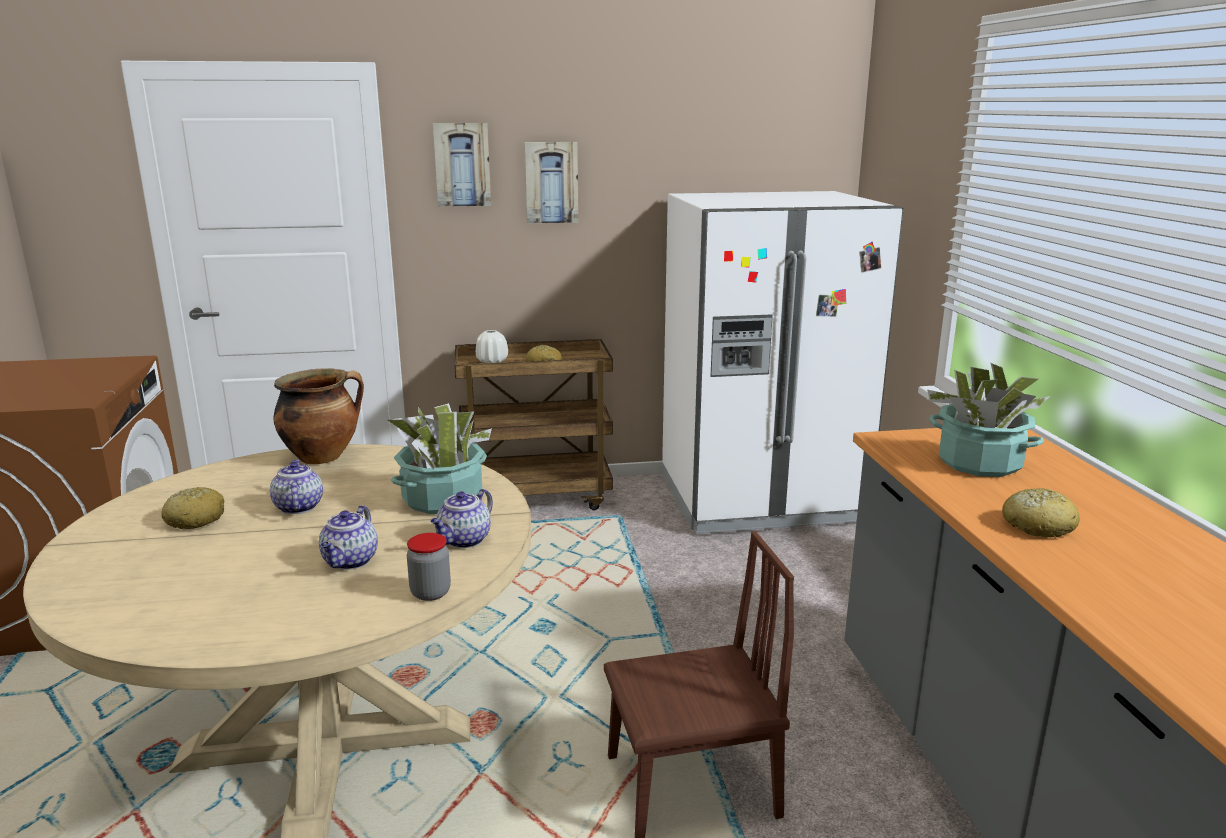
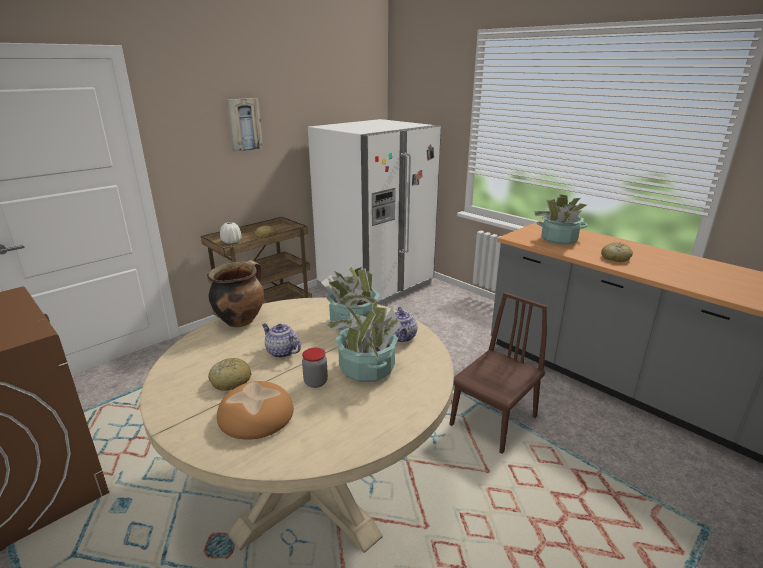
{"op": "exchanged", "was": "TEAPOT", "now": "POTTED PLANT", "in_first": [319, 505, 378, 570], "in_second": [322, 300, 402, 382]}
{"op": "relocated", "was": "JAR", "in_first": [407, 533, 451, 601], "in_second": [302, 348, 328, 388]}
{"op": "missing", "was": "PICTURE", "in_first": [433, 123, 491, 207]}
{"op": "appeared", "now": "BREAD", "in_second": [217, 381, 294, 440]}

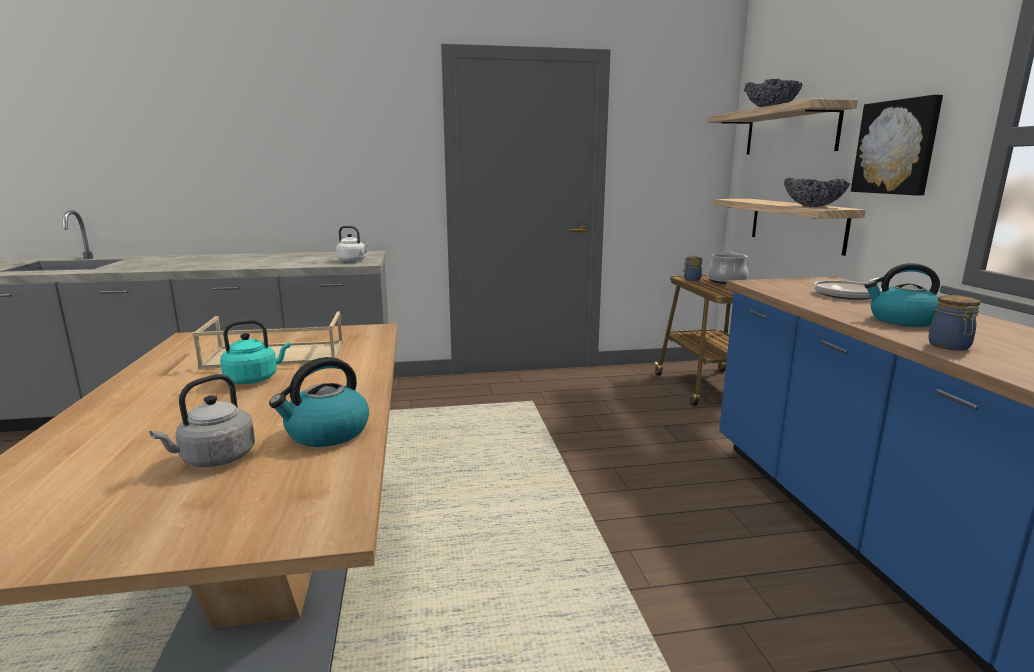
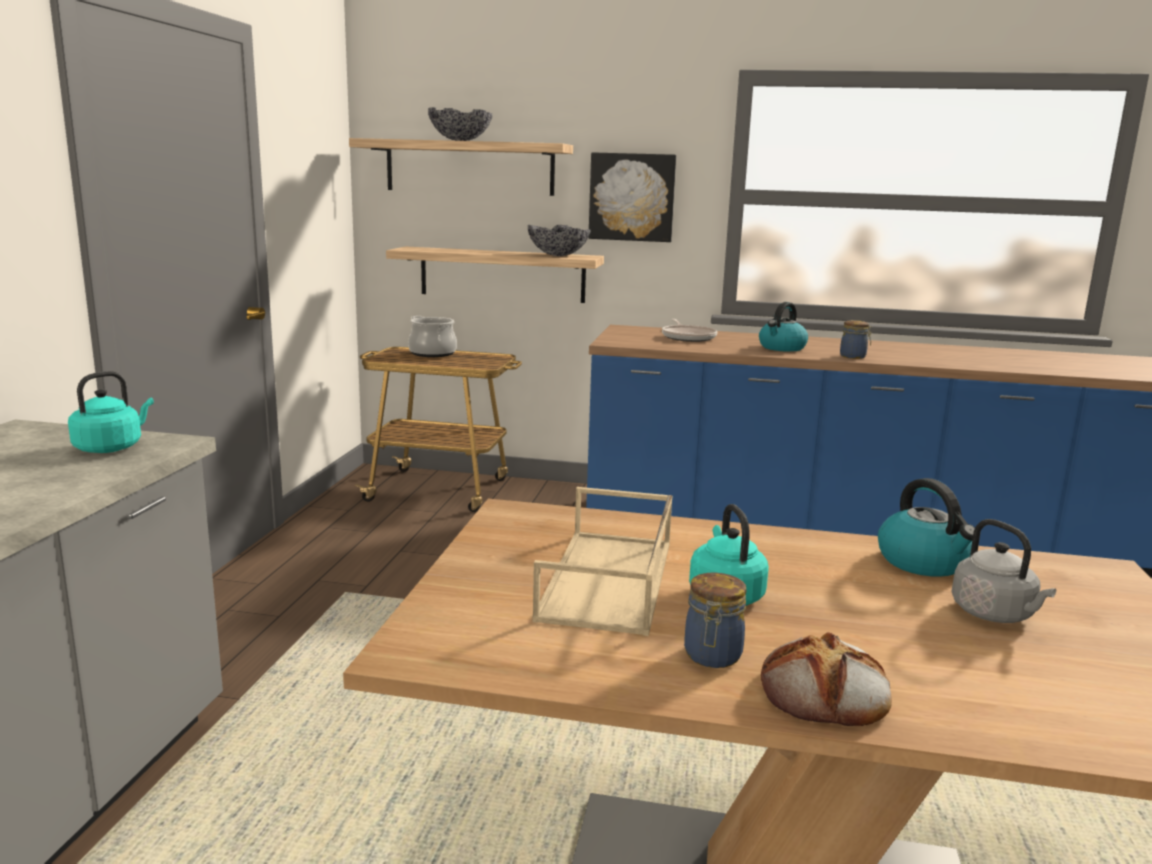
{"op": "colour", "was": "WHITE KETTLE", "now": "TURQUOISE KETTLE", "in_first": [336, 226, 370, 262], "in_second": [68, 371, 154, 453]}
{"op": "relocated", "was": "JAR", "in_first": [683, 256, 702, 281], "in_second": [684, 572, 746, 668]}
{"op": "appeared", "now": "BREAD", "in_second": [761, 632, 892, 726]}

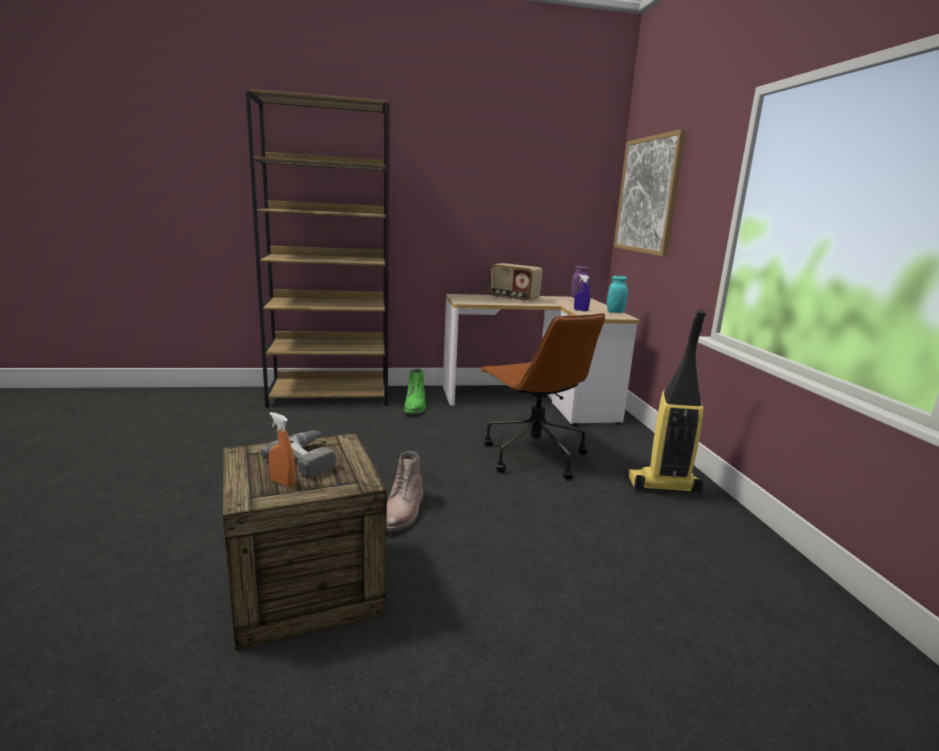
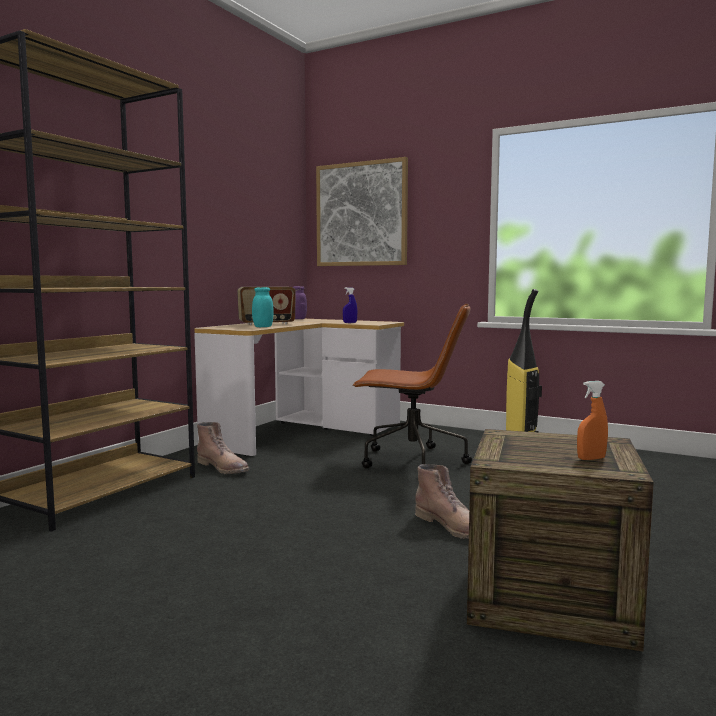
{"op": "missing", "was": "POWER DRILL", "in_first": [260, 431, 336, 478]}
{"op": "colour", "was": "GREEN BOOT", "now": "BROWN BOOT", "in_first": [404, 369, 426, 414], "in_second": [197, 422, 250, 474]}
{"op": "relocated", "was": "TURQUOISE JAR", "in_first": [607, 276, 628, 313], "in_second": [252, 287, 273, 327]}

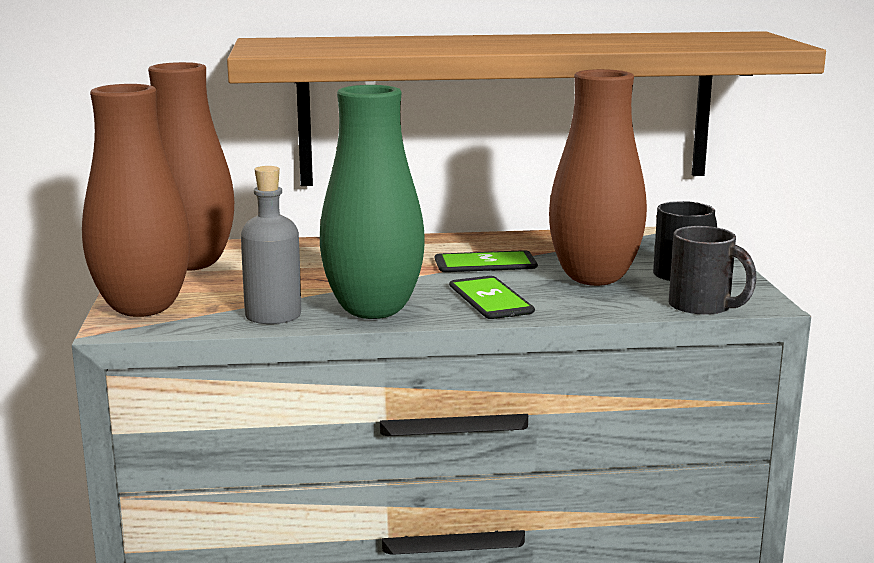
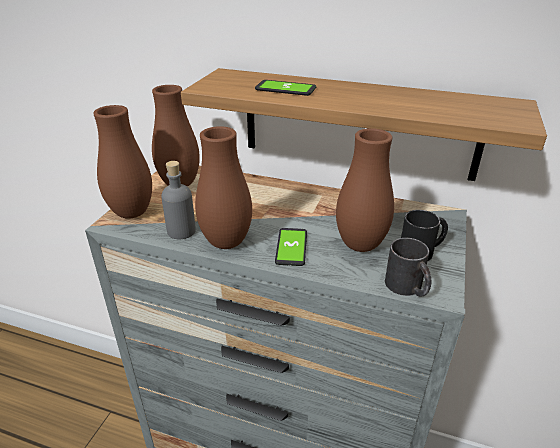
{"op": "colour", "was": "GREEN VASE", "now": "BROWN VASE", "in_first": [320, 85, 425, 319], "in_second": [195, 126, 252, 249]}
{"op": "relocated", "was": "PHONE", "in_first": [434, 250, 538, 272], "in_second": [255, 80, 316, 96]}

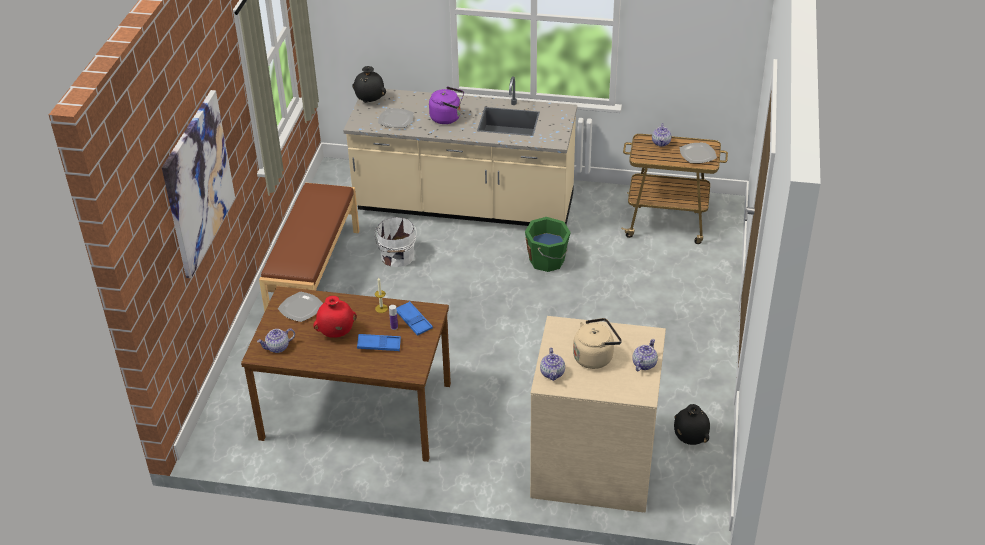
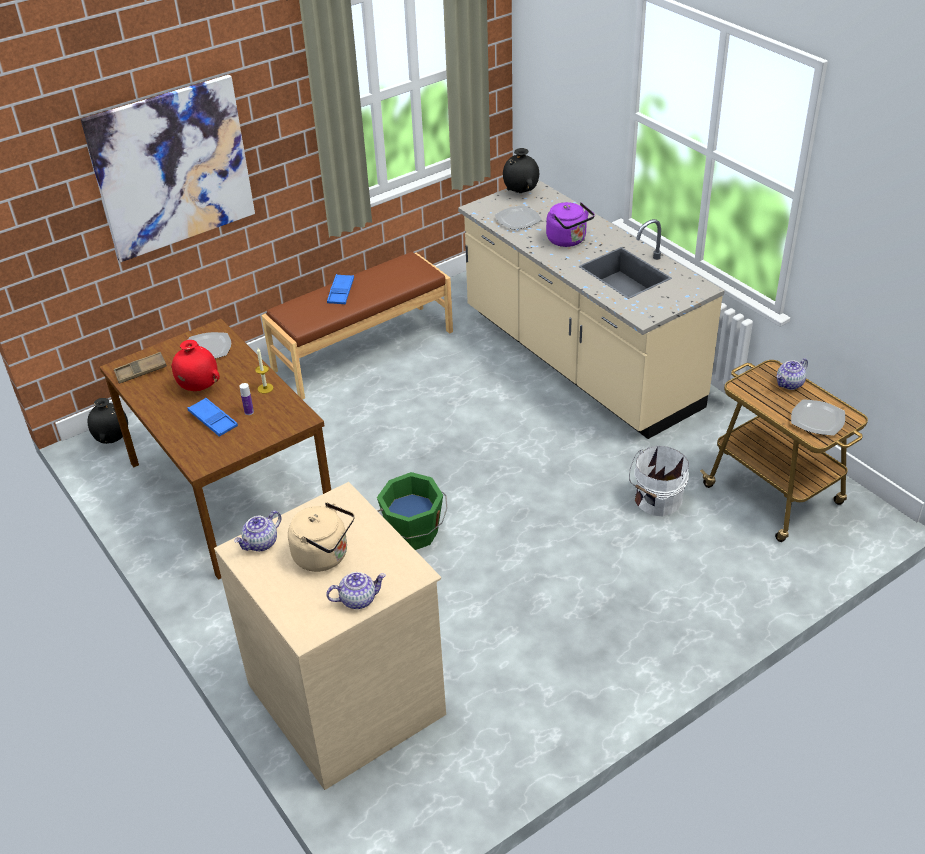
{"op": "exchanged", "was": "TEAPOT", "now": "BROWN TRAY", "in_first": [257, 328, 295, 353], "in_second": [114, 352, 167, 384]}
{"op": "relocated", "was": "WHITE BUCKET", "in_first": [375, 217, 417, 267], "in_second": [629, 446, 689, 517]}
{"op": "relocated", "was": "BLUE TRAY", "in_first": [396, 301, 433, 336], "in_second": [327, 274, 354, 304]}
{"op": "relocated", "was": "GREEN BUCKET", "in_first": [525, 217, 571, 272], "in_second": [377, 472, 447, 550]}
{"op": "relocated", "was": "BLACK VASE", "in_first": [674, 404, 710, 445], "in_second": [88, 398, 128, 444]}

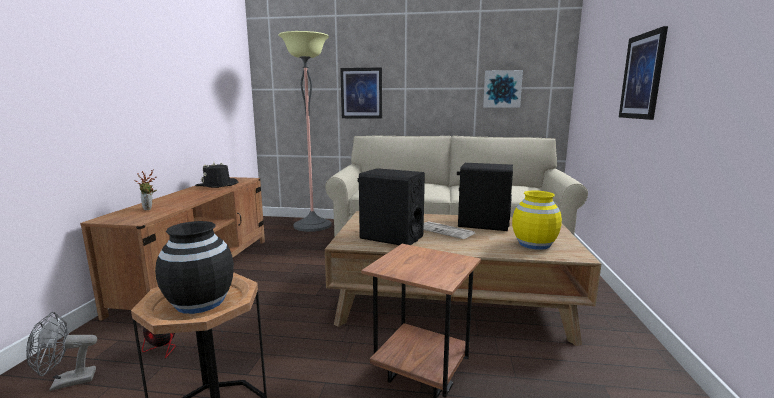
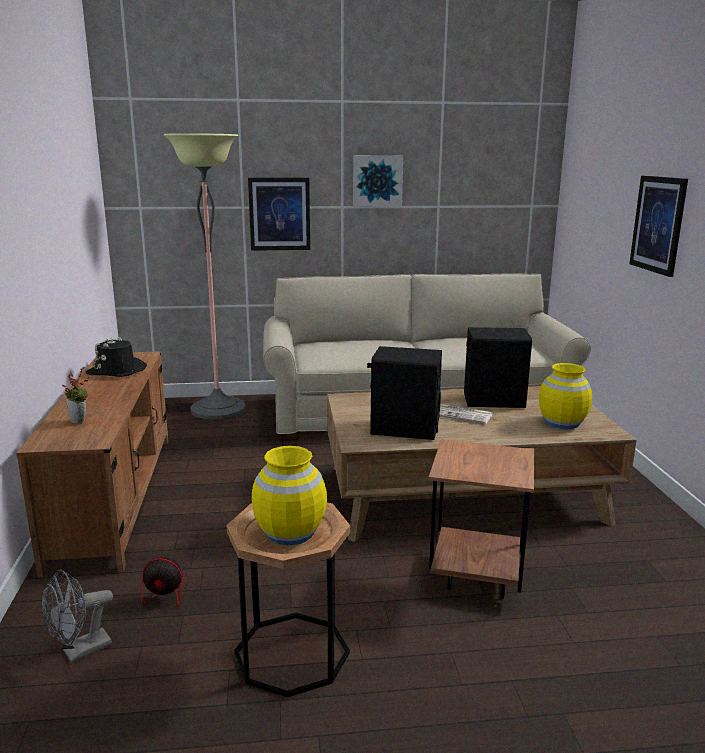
{"op": "colour", "was": "BLACK VASE", "now": "YELLOW VASE", "in_first": [155, 221, 234, 314], "in_second": [252, 446, 327, 545]}
{"op": "relocated", "was": "PICTURE", "in_first": [483, 70, 523, 108], "in_second": [353, 155, 403, 206]}

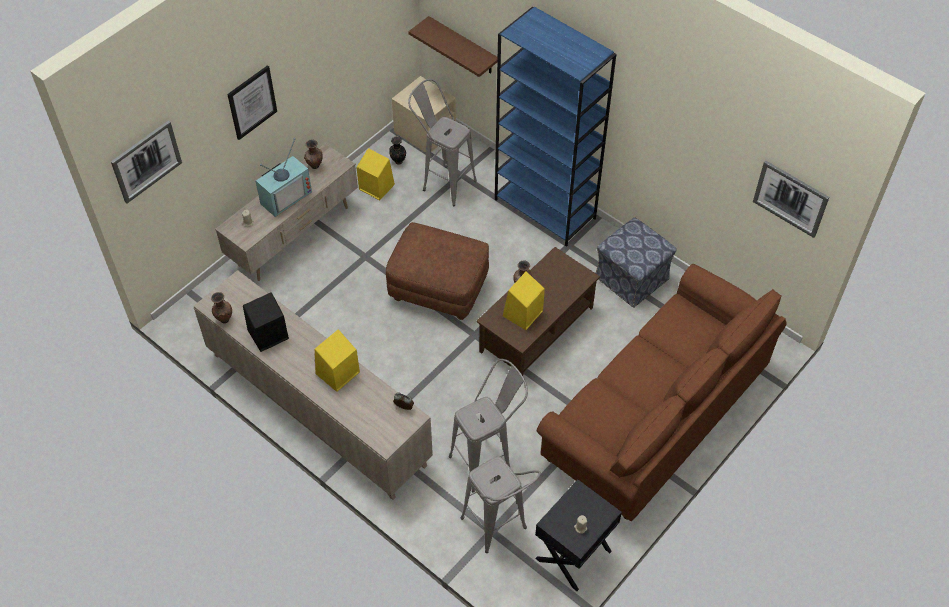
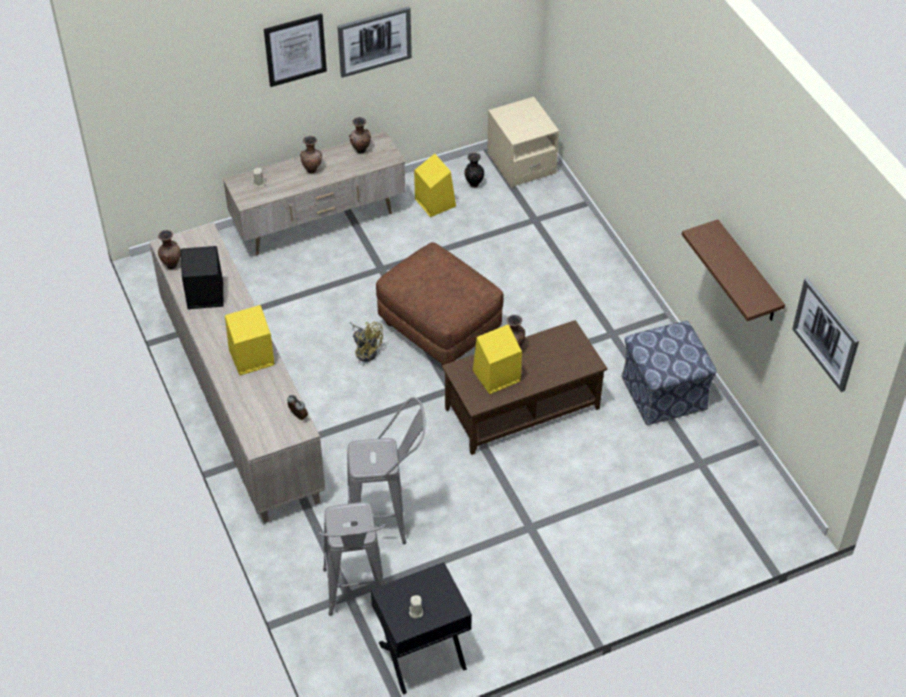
{"op": "relocated", "was": "PICTURE", "in_first": [111, 120, 182, 203], "in_second": [337, 6, 412, 78]}
{"op": "exchanged", "was": "TELEVISION", "now": "BROWN VASE", "in_first": [256, 138, 312, 217], "in_second": [300, 136, 322, 174]}
{"op": "relocated", "was": "BROWN SHELF", "in_first": [408, 16, 498, 77], "in_second": [682, 220, 785, 321]}
{"op": "missing", "was": "GREY STOOL", "in_first": [408, 79, 477, 206]}
{"op": "missing", "was": "BLUE BOOKCASE", "in_first": [495, 7, 616, 247]}
{"op": "missing", "was": "BROWN SOFA", "in_first": [537, 264, 787, 522]}
{"op": "appeared", "now": "YELLOW FAN", "in_second": [350, 322, 383, 362]}

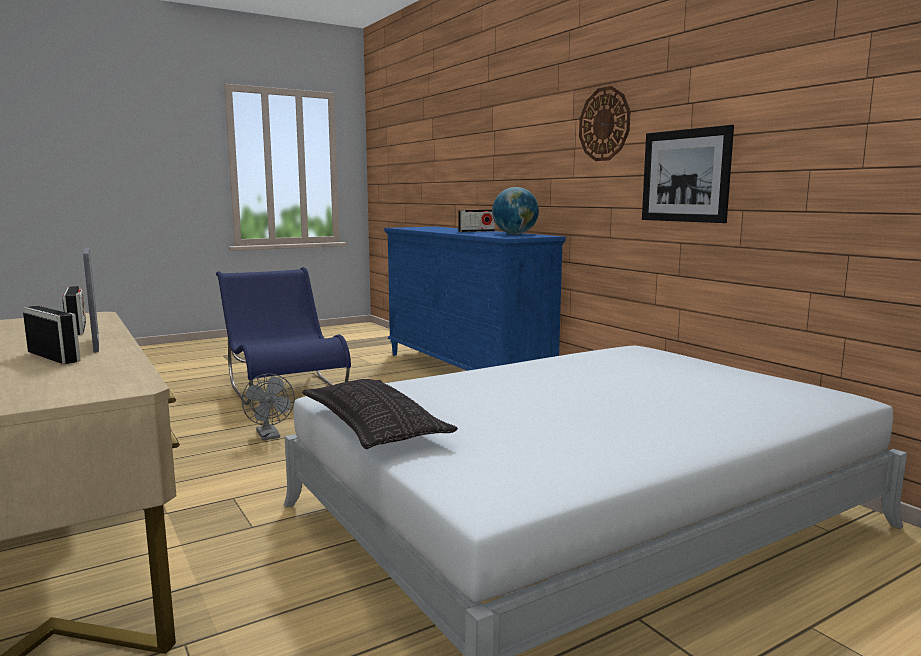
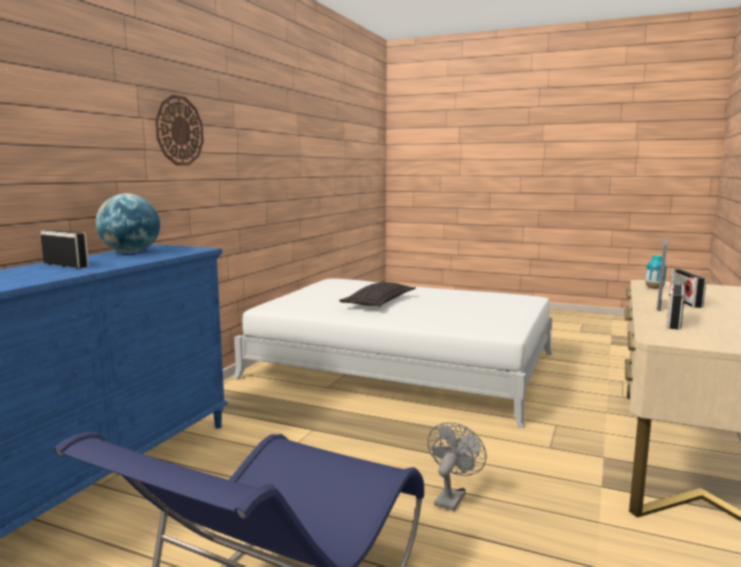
{"op": "relocated", "was": "PILLOW", "in_first": [302, 379, 458, 449], "in_second": [339, 282, 416, 306]}
{"op": "missing", "was": "PICTURE", "in_first": [642, 125, 734, 223]}
{"op": "appeared", "now": "VASE", "in_second": [645, 255, 667, 289]}

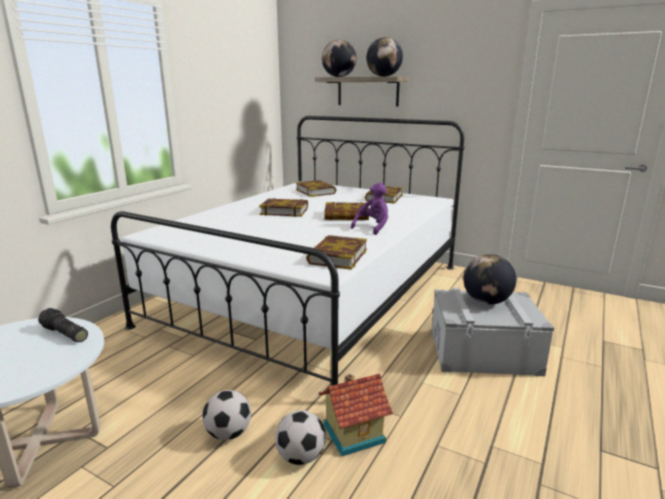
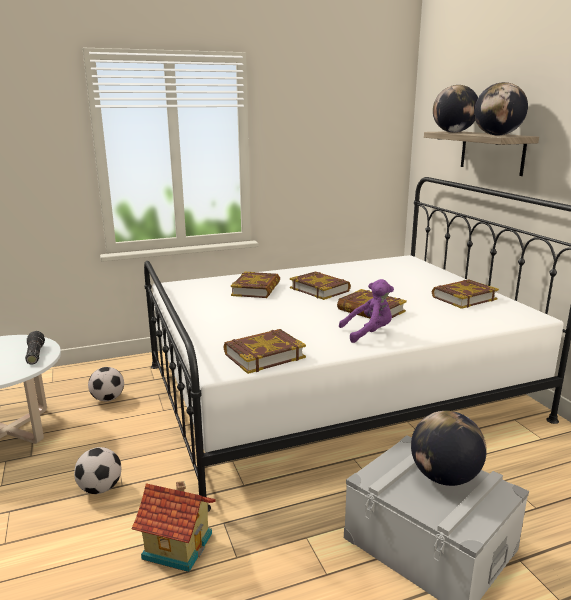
{"op": "relocated", "was": "FOOTBALL", "in_first": [275, 410, 326, 465], "in_second": [88, 367, 124, 401]}
{"op": "relocated", "was": "BOOK", "in_first": [296, 180, 336, 197], "in_second": [231, 272, 280, 298]}

